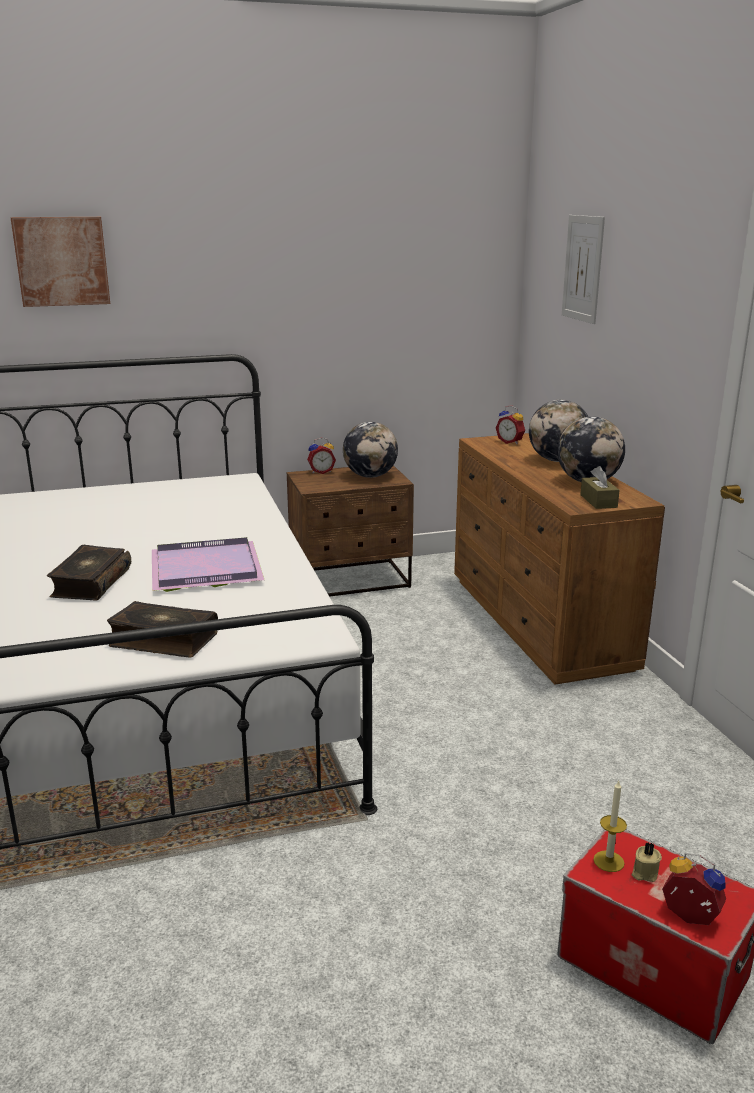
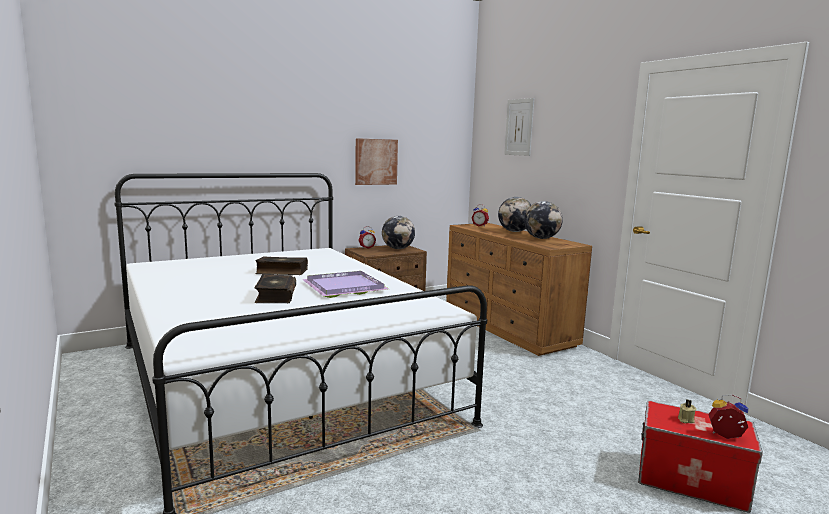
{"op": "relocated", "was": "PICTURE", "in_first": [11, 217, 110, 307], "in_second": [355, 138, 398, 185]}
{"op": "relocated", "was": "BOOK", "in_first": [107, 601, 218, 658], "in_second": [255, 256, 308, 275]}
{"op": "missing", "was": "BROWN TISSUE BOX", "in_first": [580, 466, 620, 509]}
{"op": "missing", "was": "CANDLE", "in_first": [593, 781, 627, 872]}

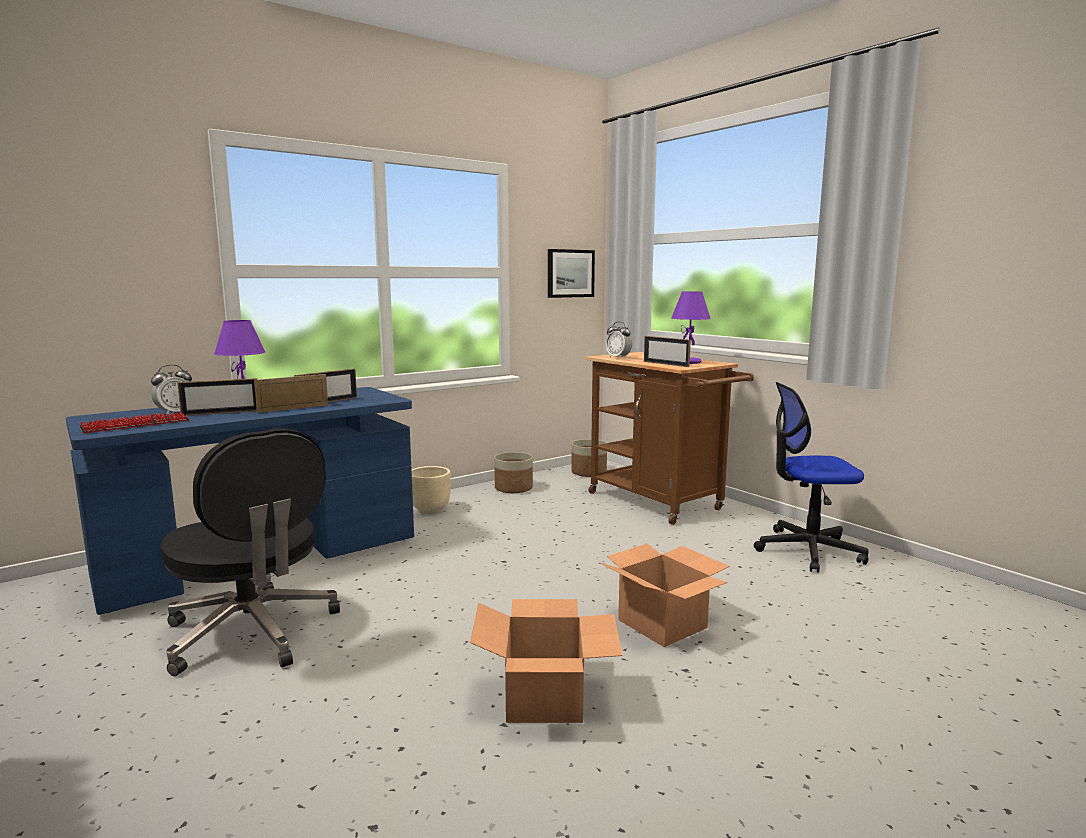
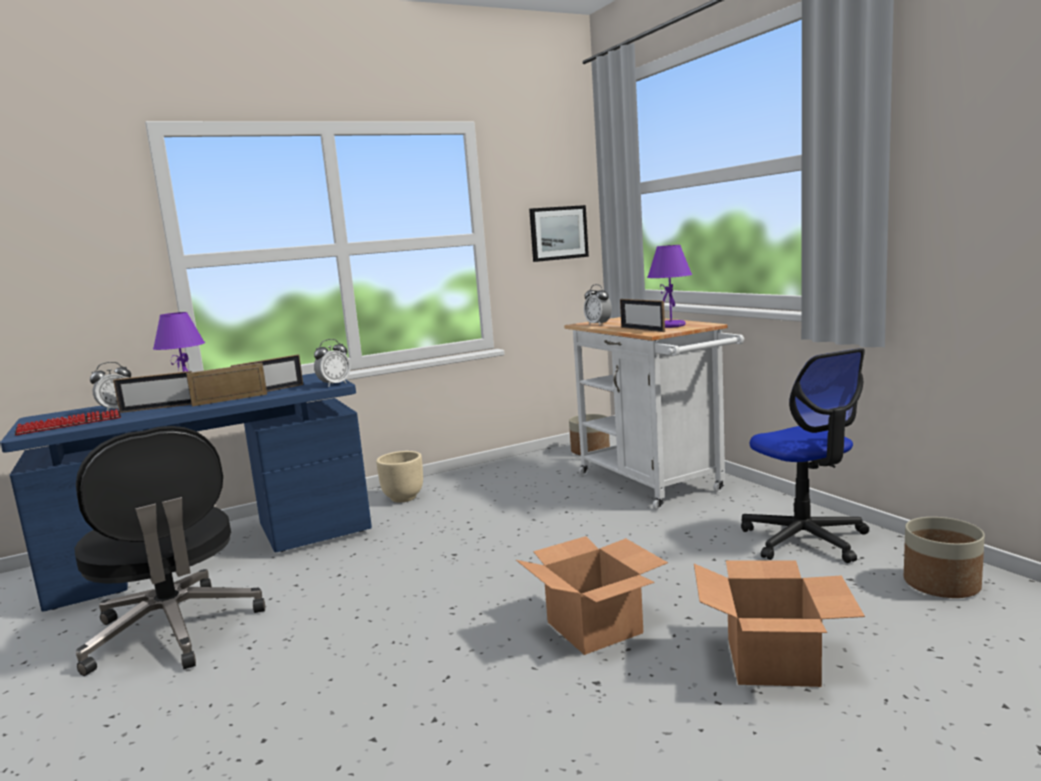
{"op": "relocated", "was": "CARDBOARD BOX", "in_first": [470, 599, 623, 723], "in_second": [694, 560, 865, 687]}
{"op": "relocated", "was": "PLANTER", "in_first": [494, 452, 533, 493], "in_second": [904, 517, 985, 598]}
{"op": "colour", "was": "BROWN CART", "now": "WHITE CART", "in_first": [585, 352, 754, 525], "in_second": [564, 317, 744, 510]}
{"op": "spun", "was": "OFFICE CHAIR", "in_first": [754, 382, 868, 573], "in_second": [741, 348, 869, 563], "clockwise": -120}
{"op": "appeared", "now": "ALARM CLOCK", "in_second": [314, 339, 351, 387]}

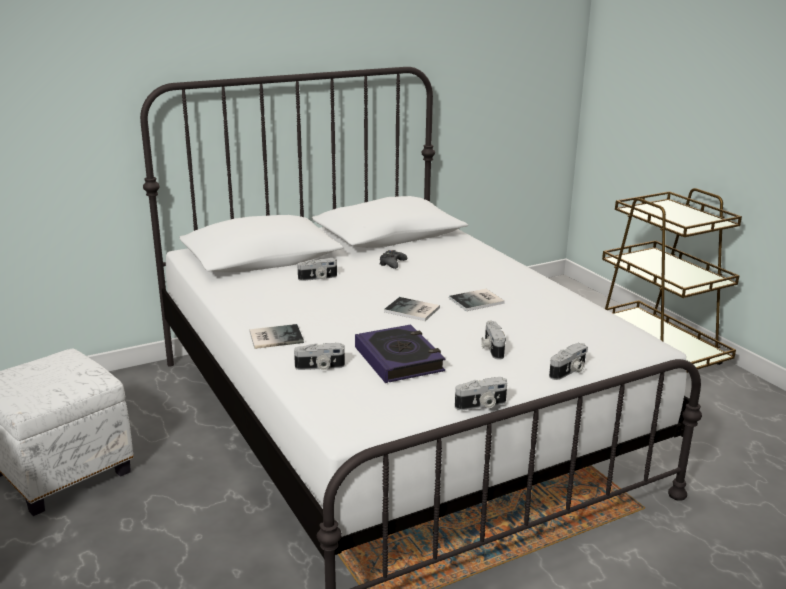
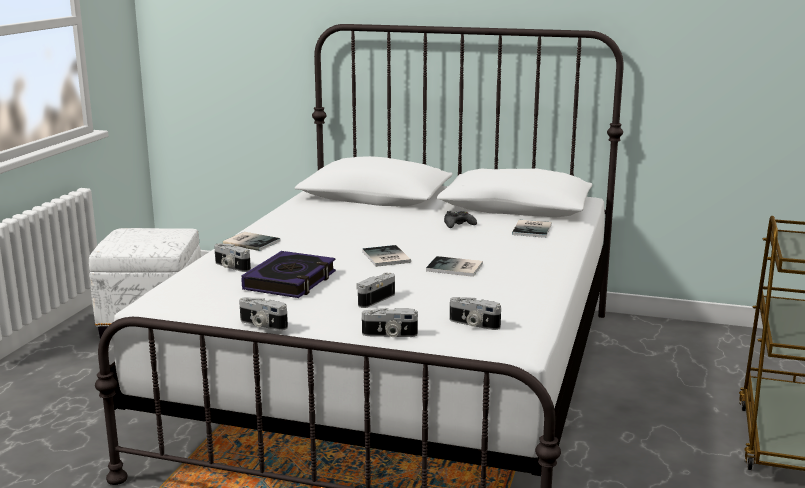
{"op": "relocated", "was": "PHOTO CAMERA", "in_first": [297, 258, 337, 281], "in_second": [450, 297, 501, 330]}
{"op": "appeared", "now": "BOOK", "in_second": [512, 220, 552, 238]}

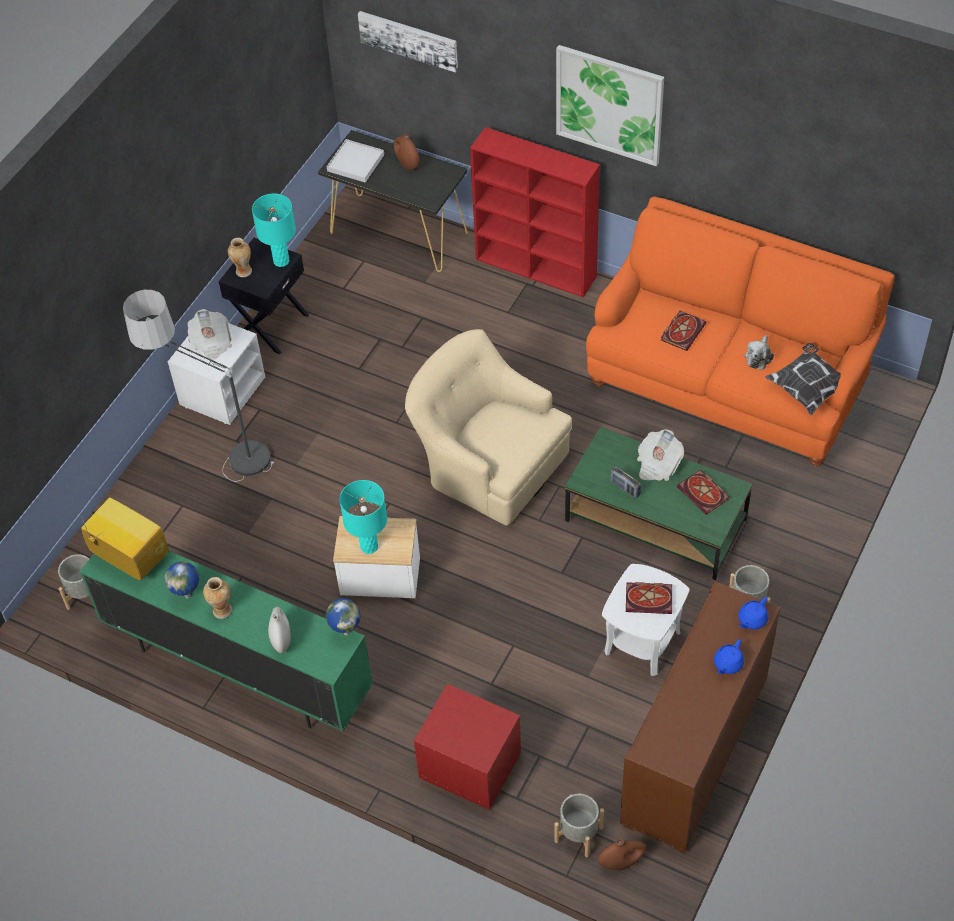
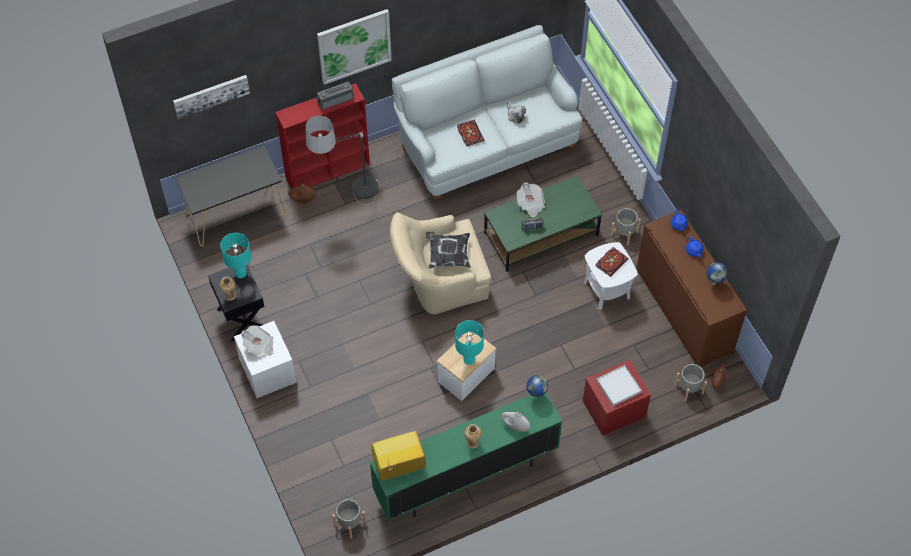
{"op": "relocated", "was": "FLOOR LAMP", "in_first": [123, 290, 274, 482], "in_second": [306, 115, 379, 204]}
{"op": "relocated", "was": "GLOBE", "in_first": [165, 561, 199, 599], "in_second": [707, 262, 728, 285]}
{"op": "relocated", "was": "WHITE TRAY", "in_first": [327, 139, 384, 183], "in_second": [596, 365, 642, 406]}
{"op": "relocated", "was": "BROWN VASE", "in_first": [394, 134, 419, 170], "in_second": [288, 183, 316, 204]}
{"op": "colour", "was": "ORANGE SOFA", "now": "WHITE SOFA", "in_first": [586, 197, 894, 466], "in_second": [392, 25, 582, 200]}
{"op": "missing", "was": "BOOK", "in_first": [677, 469, 729, 515]}
{"op": "relocated", "was": "PILLOW", "in_first": [765, 343, 841, 415], "in_second": [426, 231, 471, 269]}
{"op": "appeared", "now": "RADIO", "in_second": [316, 81, 353, 110]}

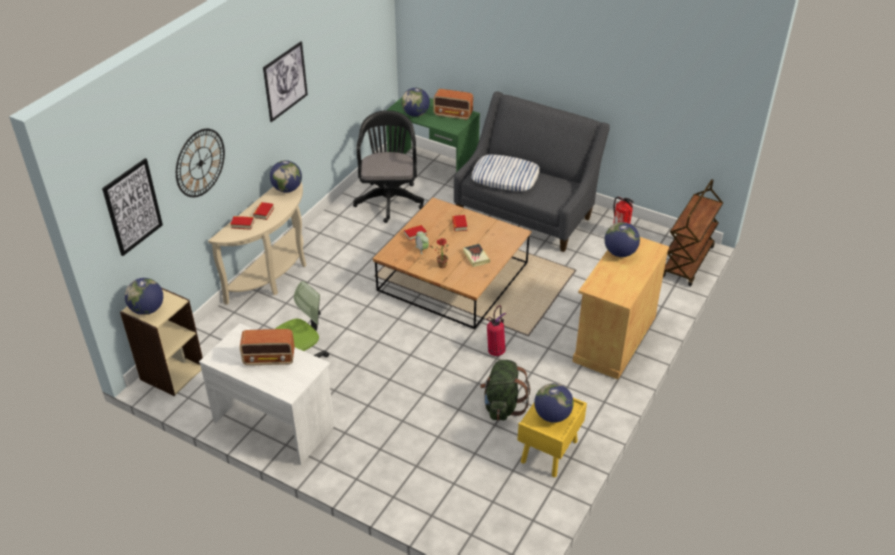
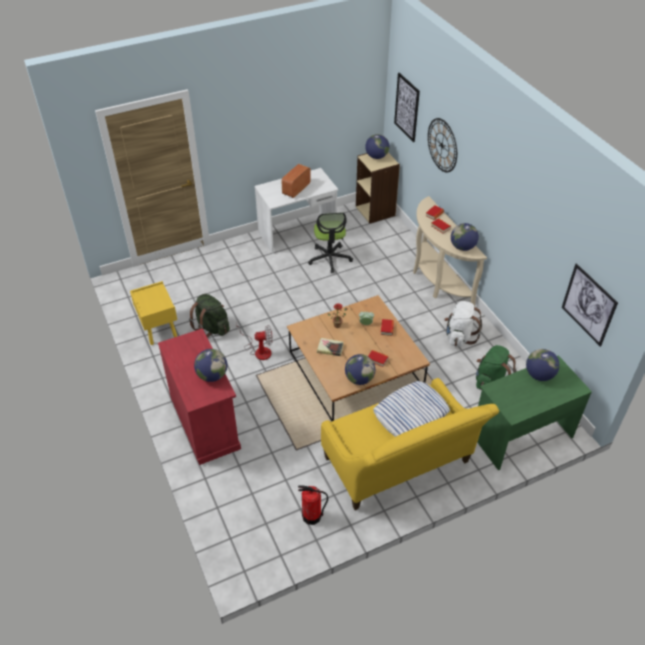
{"op": "relocated", "was": "PICTURE", "in_first": [263, 41, 308, 122], "in_second": [562, 263, 618, 347]}
{"op": "exchanged", "was": "BLACK OFFICE CHAIR", "now": "GREEN BACKPACK", "in_first": [353, 110, 424, 223], "in_second": [476, 345, 516, 390]}
{"op": "missing", "was": "RADIO", "in_first": [433, 89, 473, 120]}
{"op": "colour", "was": "GREY SOFA", "now": "YELLOW SOFA", "in_first": [454, 91, 610, 252], "in_second": [321, 378, 499, 510]}
{"op": "exchanged", "was": "FIRE EXTINGUISHER", "now": "FAN", "in_first": [487, 305, 506, 356], "in_second": [236, 325, 273, 360]}
{"op": "relocated", "was": "GLOBE", "in_first": [534, 383, 574, 423], "in_second": [345, 354, 375, 385]}
{"op": "colour", "was": "BEIGE CABINET", "now": "RED CABINET", "in_first": [572, 237, 669, 380], "in_second": [158, 328, 241, 465]}
{"op": "missing", "was": "BROWN CART", "in_first": [663, 179, 723, 286]}
{"op": "appeared", "now": "WHITE BACKPACK", "in_second": [444, 301, 482, 347]}

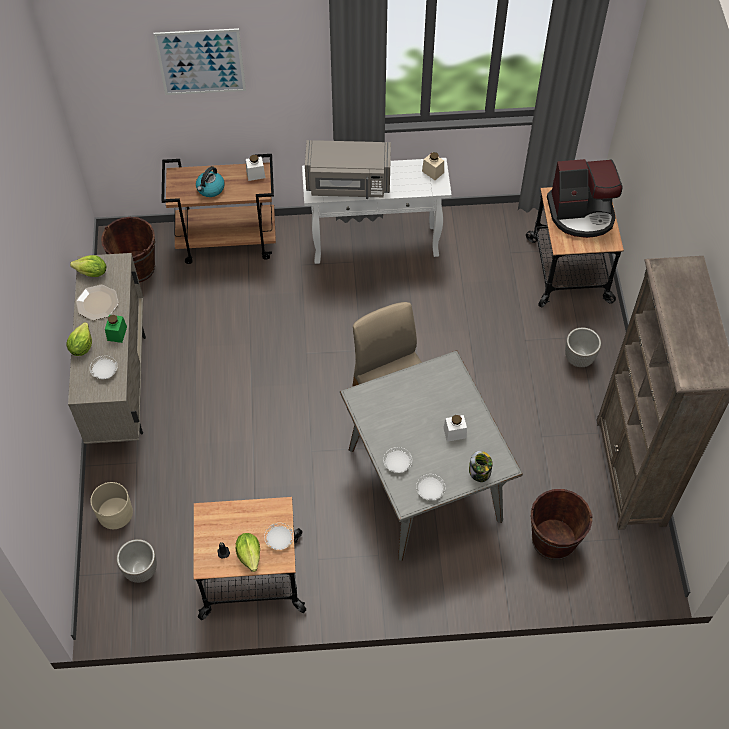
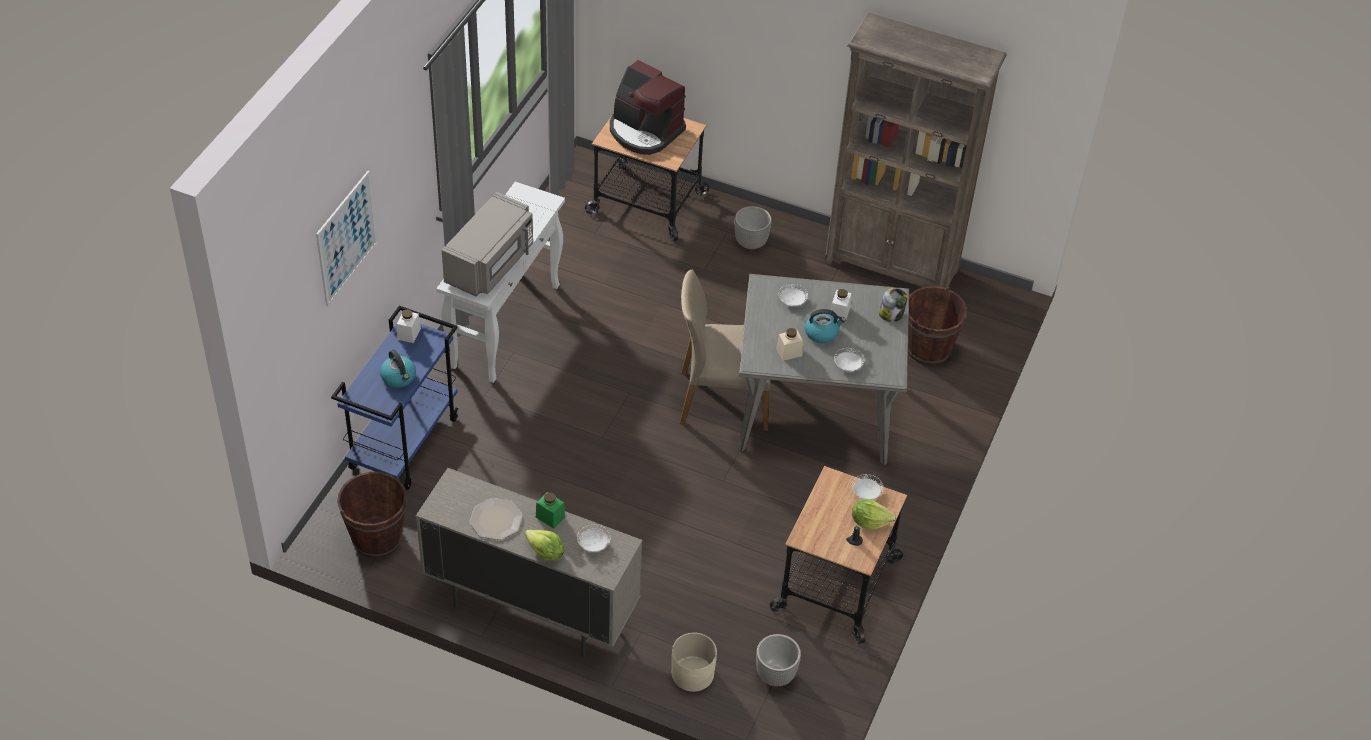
{"op": "missing", "was": "LETTUCE", "in_first": [70, 255, 106, 277]}
{"op": "colour", "was": "BROWN CART", "now": "BLUE CART", "in_first": [162, 154, 276, 264], "in_second": [331, 306, 459, 490]}
{"op": "relocated", "was": "WHITE PLATE", "in_first": [416, 474, 445, 500], "in_second": [779, 284, 808, 306]}
{"op": "relocated", "was": "BEIGE JAR", "in_first": [422, 152, 444, 180], "in_second": [776, 328, 803, 361]}
{"op": "spun", "was": "COFFEE MACHINE", "in_first": [547, 159, 623, 238], "in_second": [610, 60, 686, 155], "clockwise": 105}
{"op": "appeared", "now": "KETTLE", "in_second": [805, 309, 846, 343]}

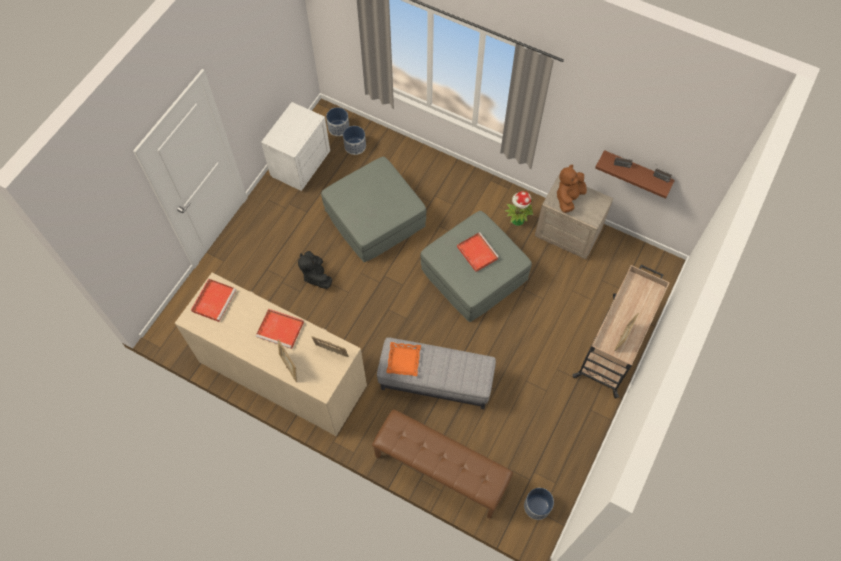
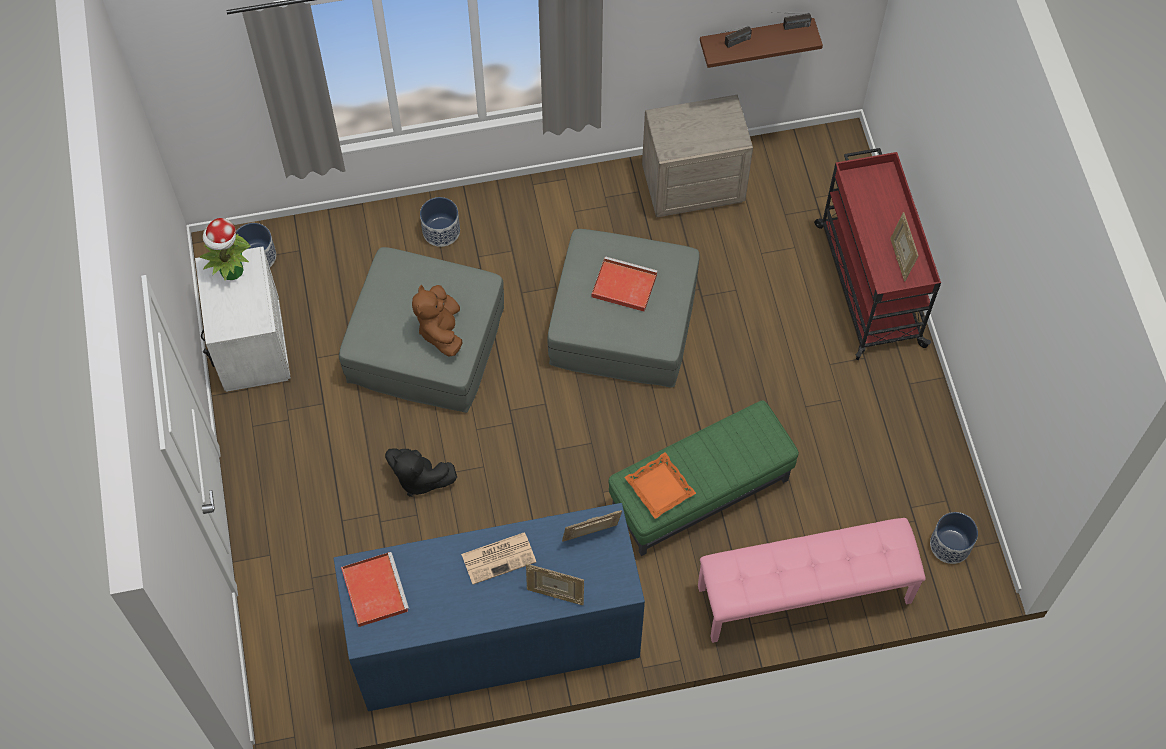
{"op": "colour", "was": "BEIGE DRESSER", "now": "BLUE DRESSER", "in_first": [175, 273, 367, 436], "in_second": [334, 503, 645, 711]}
{"op": "exchanged", "was": "RED TRAY", "now": "NEWSPAPER", "in_first": [256, 309, 304, 349], "in_second": [461, 532, 536, 584]}
{"op": "relocated", "was": "PLANTER", "in_first": [343, 126, 366, 155], "in_second": [420, 197, 460, 247]}
{"op": "colour", "was": "BROWN BENCH", "now": "PINK BENCH", "in_first": [372, 409, 513, 519], "in_second": [698, 518, 926, 643]}
{"op": "colour", "was": "GREY OTTOMAN", "now": "GREEN OTTOMAN", "in_first": [377, 337, 496, 409], "in_second": [609, 400, 799, 556]}
{"op": "relocated", "was": "POTTED PLANT", "in_first": [505, 191, 533, 226], "in_second": [199, 218, 251, 281]}
{"op": "relocated", "was": "BROWN PLUSH TOY", "in_first": [557, 164, 587, 213], "in_second": [412, 285, 463, 356]}
{"op": "colour", "was": "BEIGE CART", "now": "RED CART", "in_first": [572, 265, 670, 398], "in_second": [814, 148, 941, 360]}

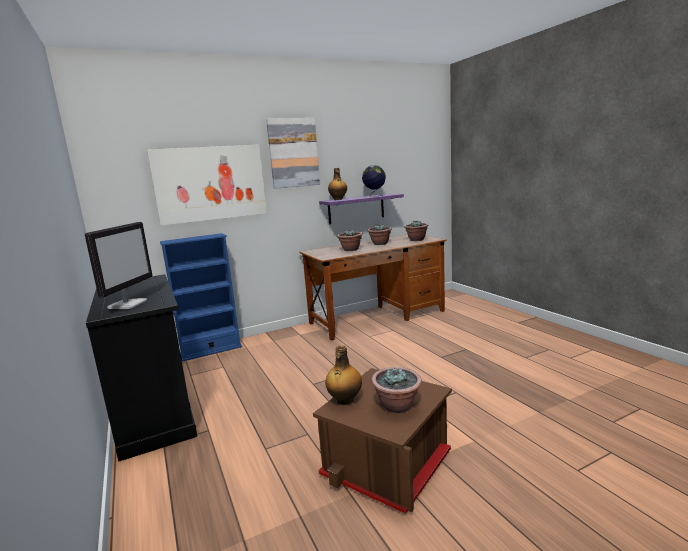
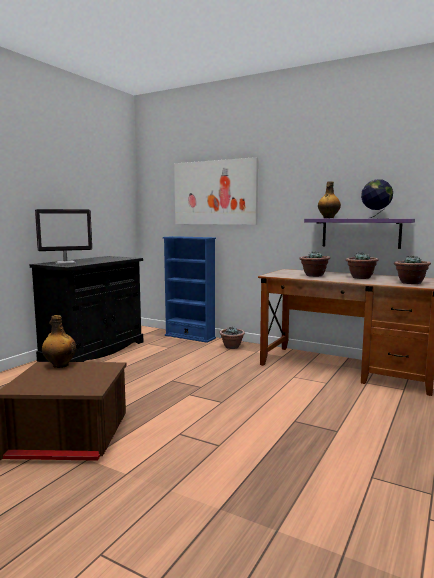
{"op": "missing", "was": "PICTURE", "in_first": [266, 118, 320, 189]}
{"op": "relocated", "was": "POTTED PLANT", "in_first": [371, 367, 422, 413], "in_second": [220, 327, 245, 349]}

